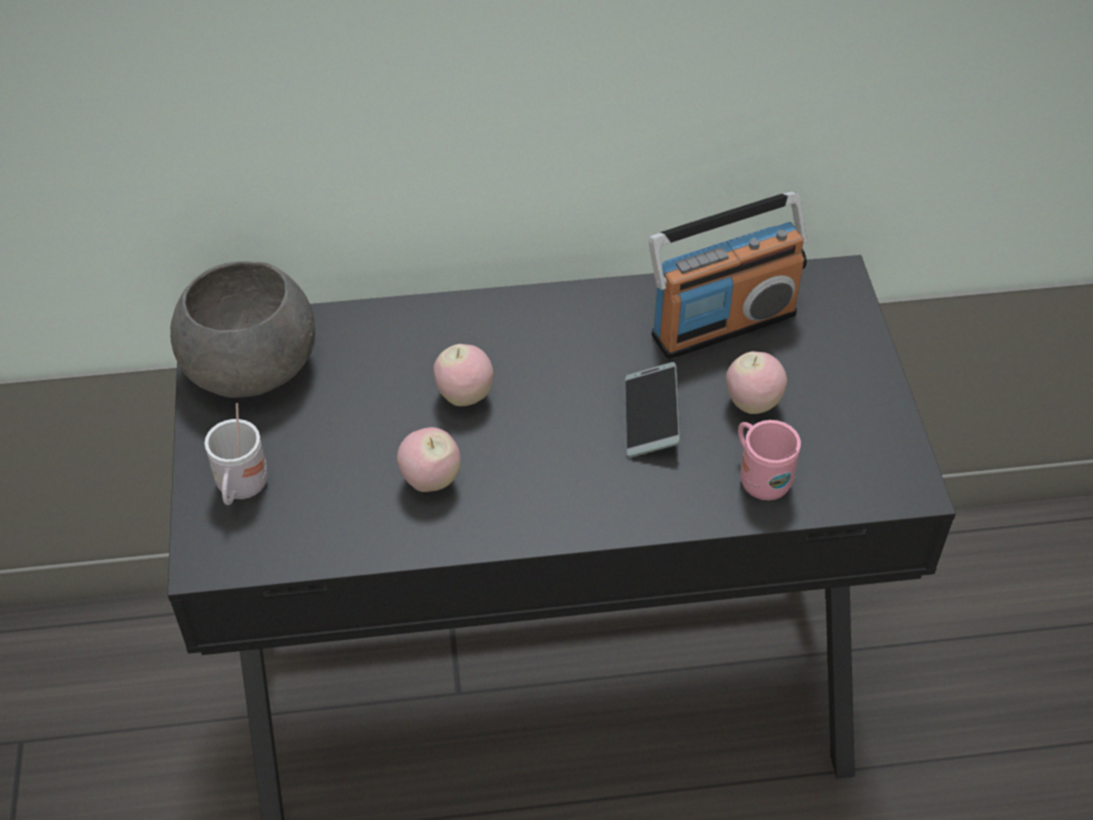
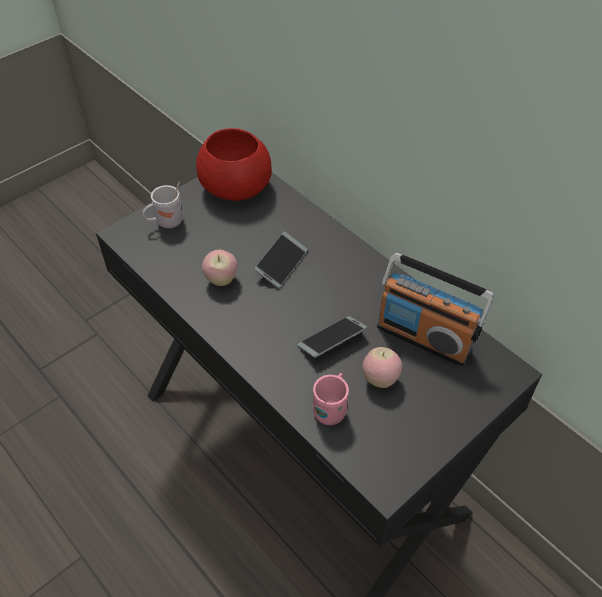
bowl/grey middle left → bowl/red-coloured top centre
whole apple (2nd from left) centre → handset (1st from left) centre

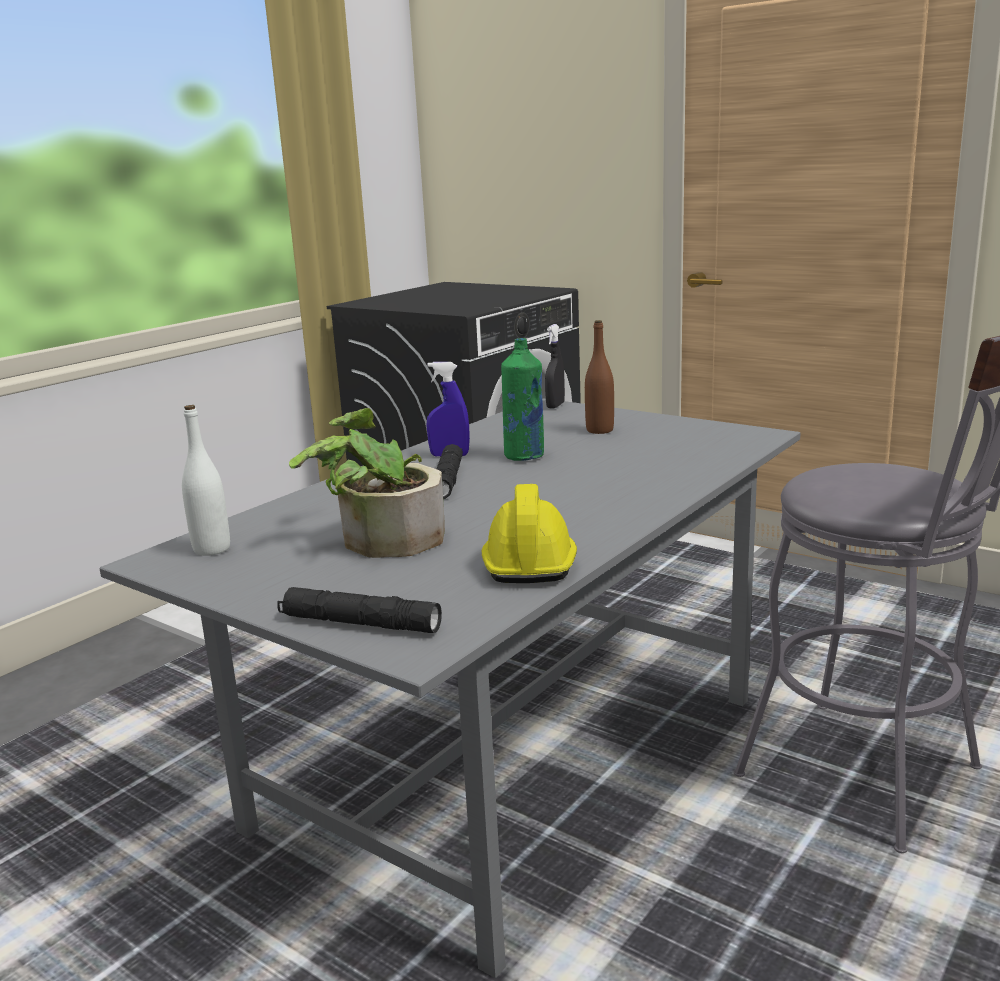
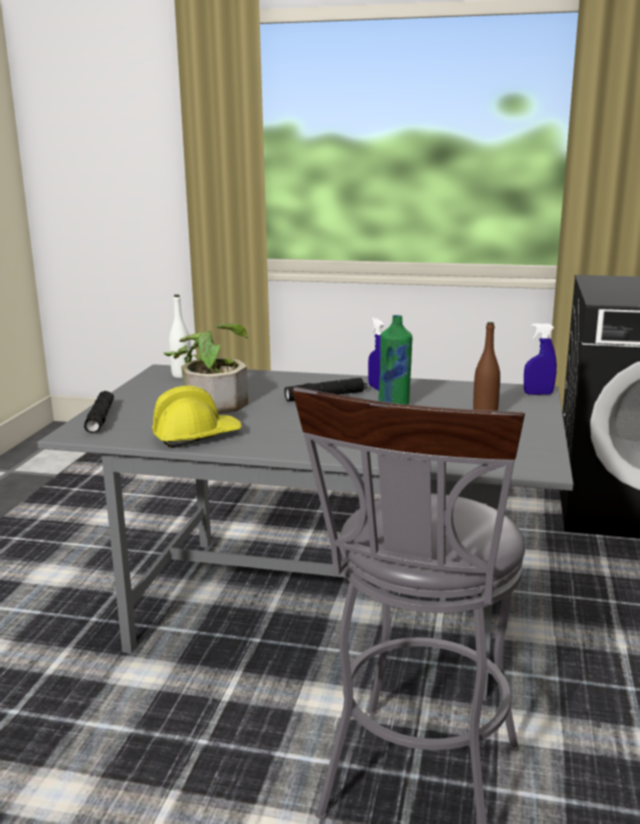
sprayer/blackish centre → sprayer/blue (2nd from left) middle right

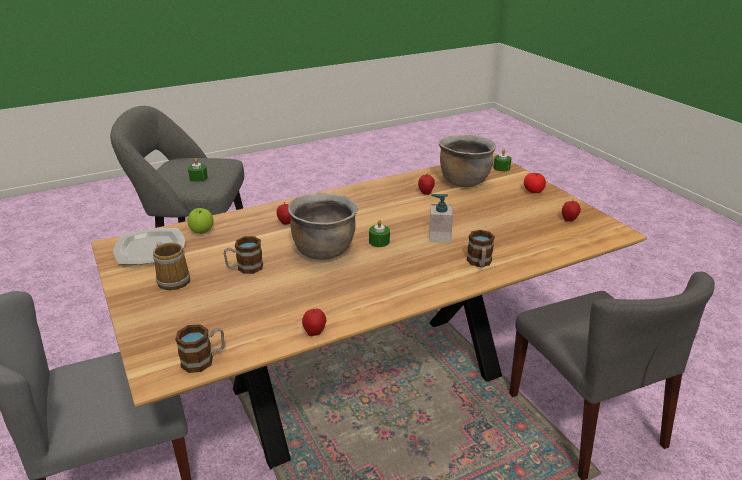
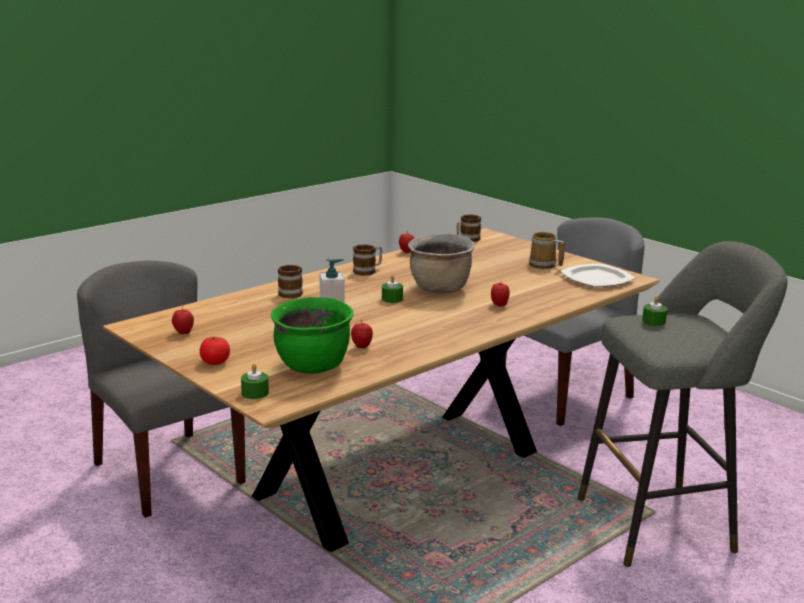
stockpot/brown-coloured (2nd from left) centre → stockpot/green centre
mug (3rd from left in the first image) middle left → mug (2nd from left) centre, move
whole apple (1st from left) middle left → -

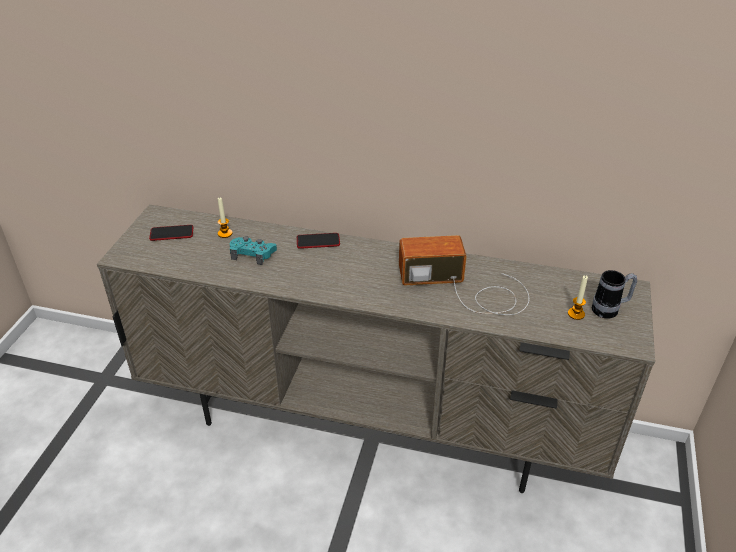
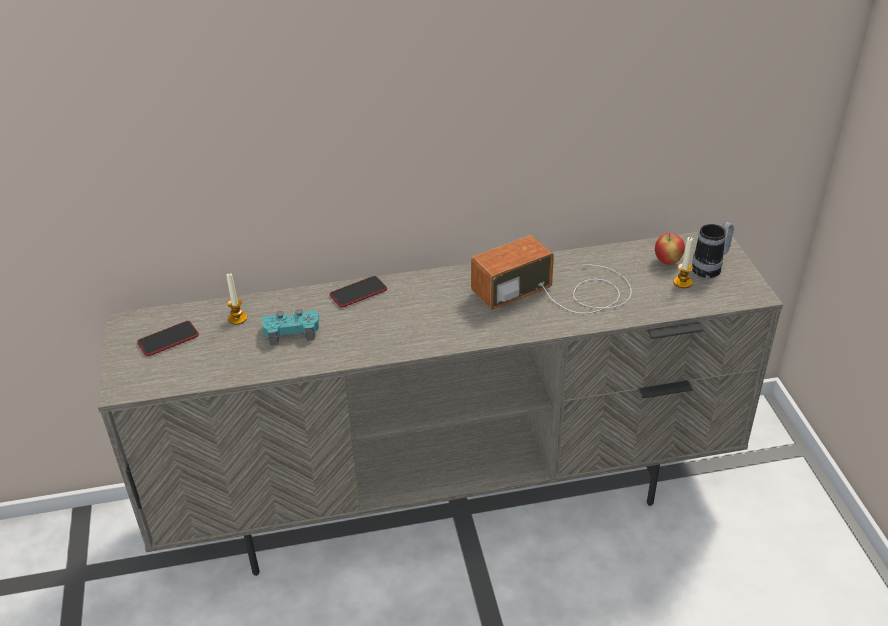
- → whole apple middle right

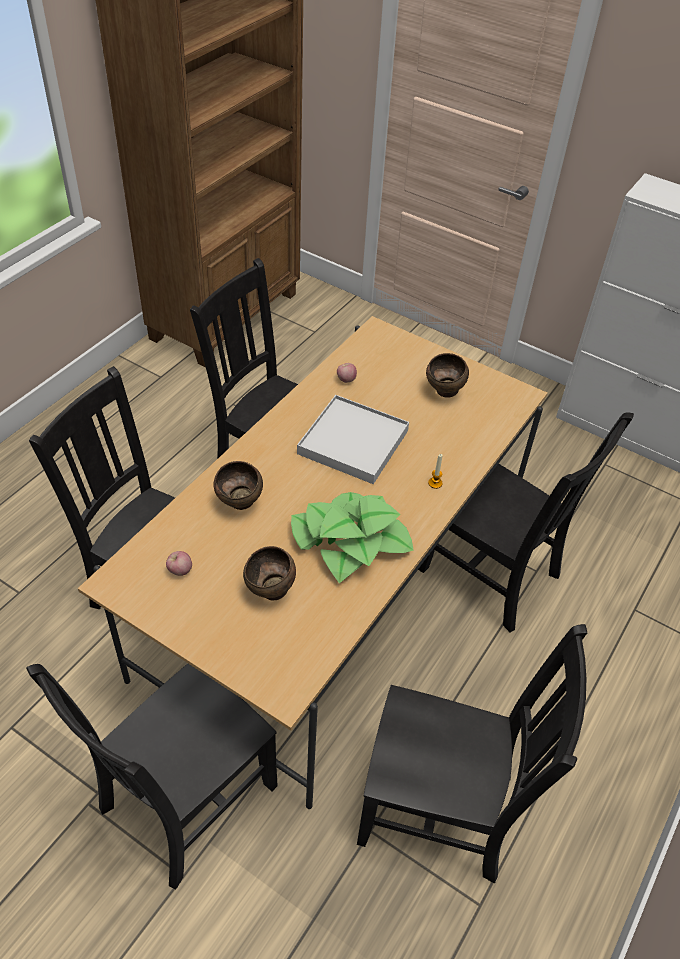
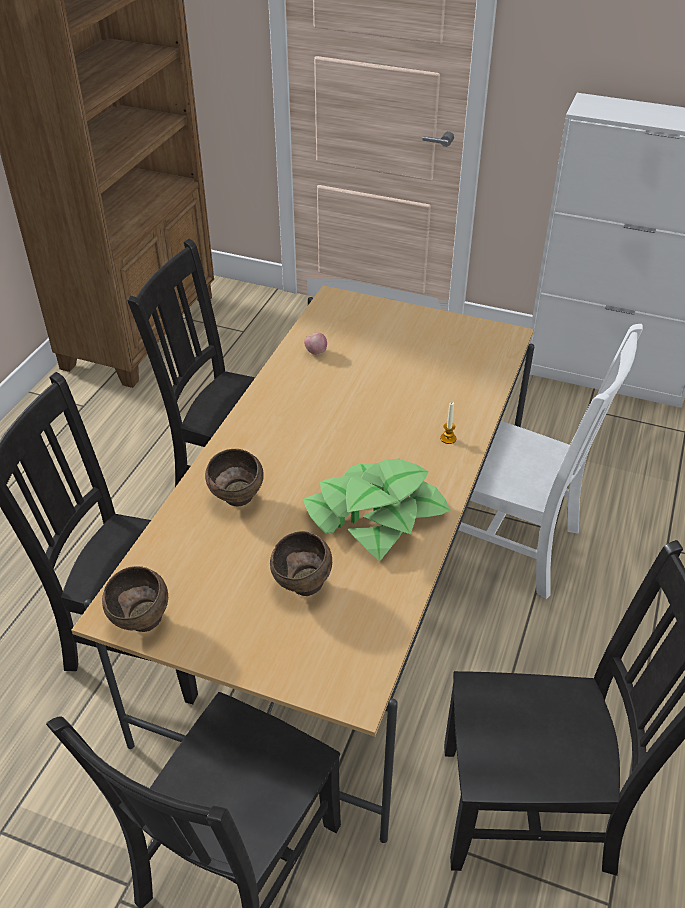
bowl/brown-coloured (3rd from left in the first image) centre → bowl/brown-coloured (1st from left) middle left, move
plain chair/blackish (5th from left) middle right → plain chair/whitish middle right
whole apple (1st from left) middle left → -
serving tray/whitish centre → -

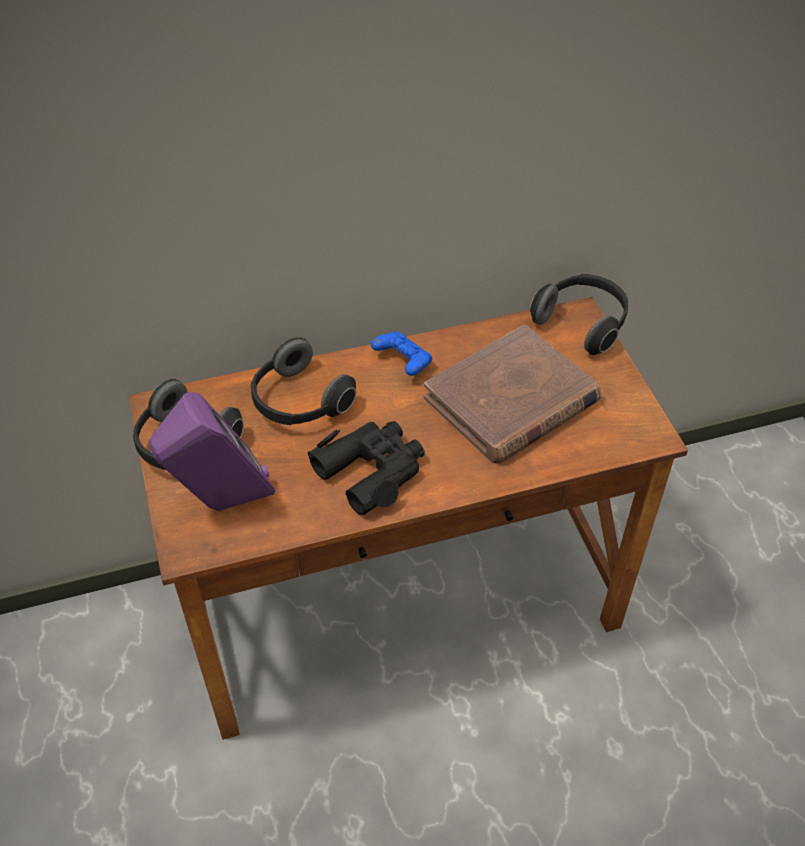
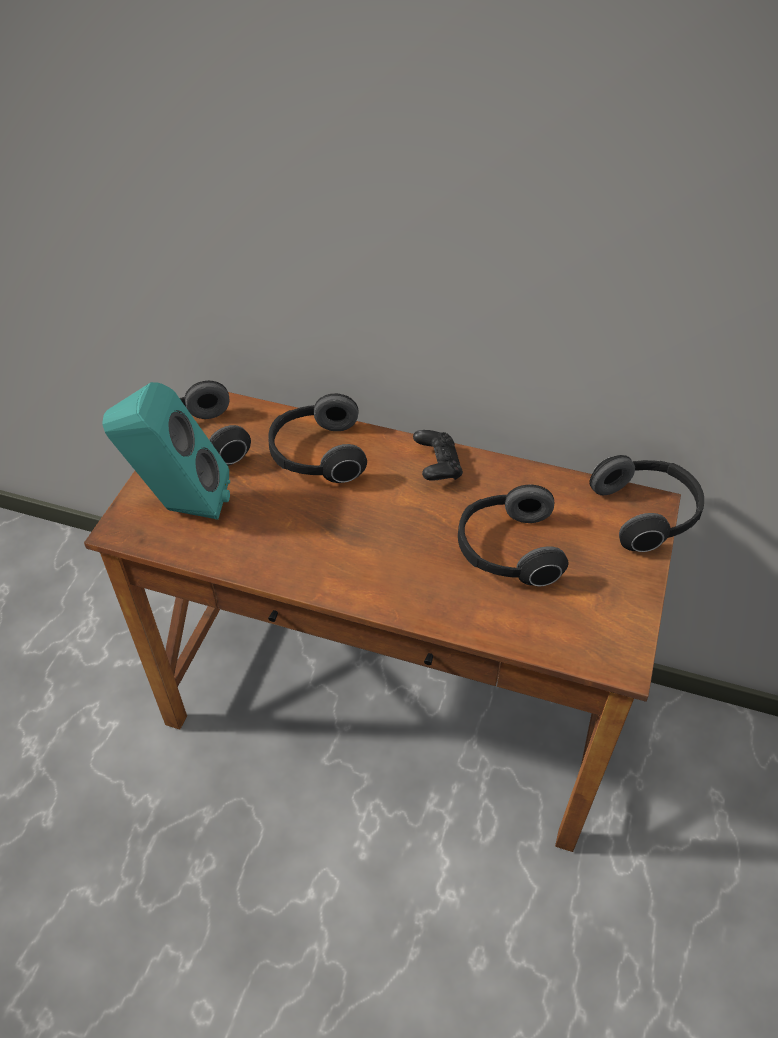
speaker/purple middle left → speaker/turquoise-coloured middle left
gamepad/blue centre → gamepad/blackish centre
book/brown-coloured centre → headphones (3rd from left) centre
pair of binoculars/blackish centre → -

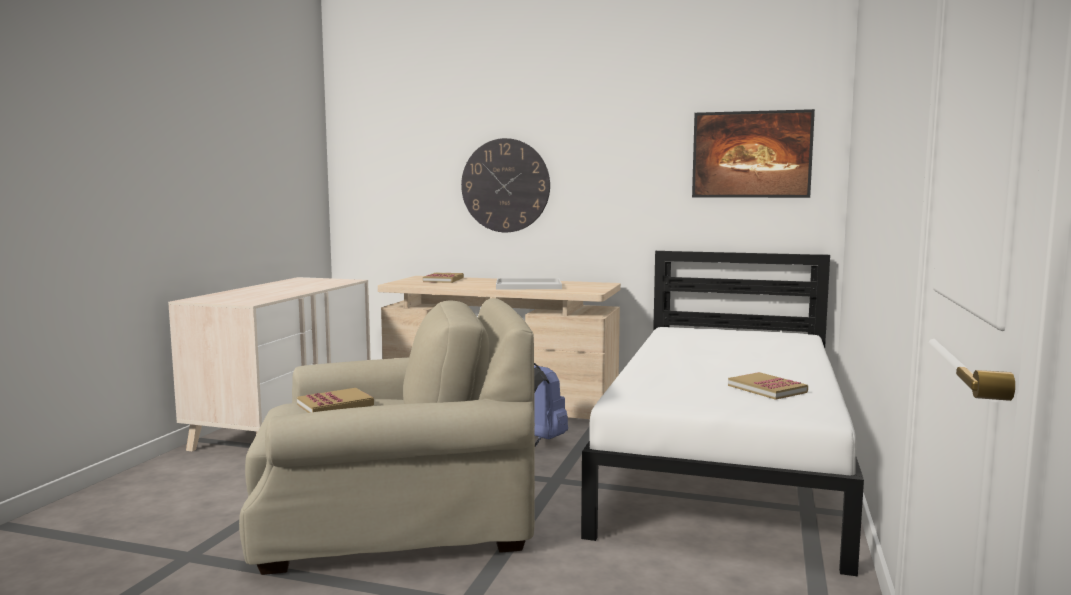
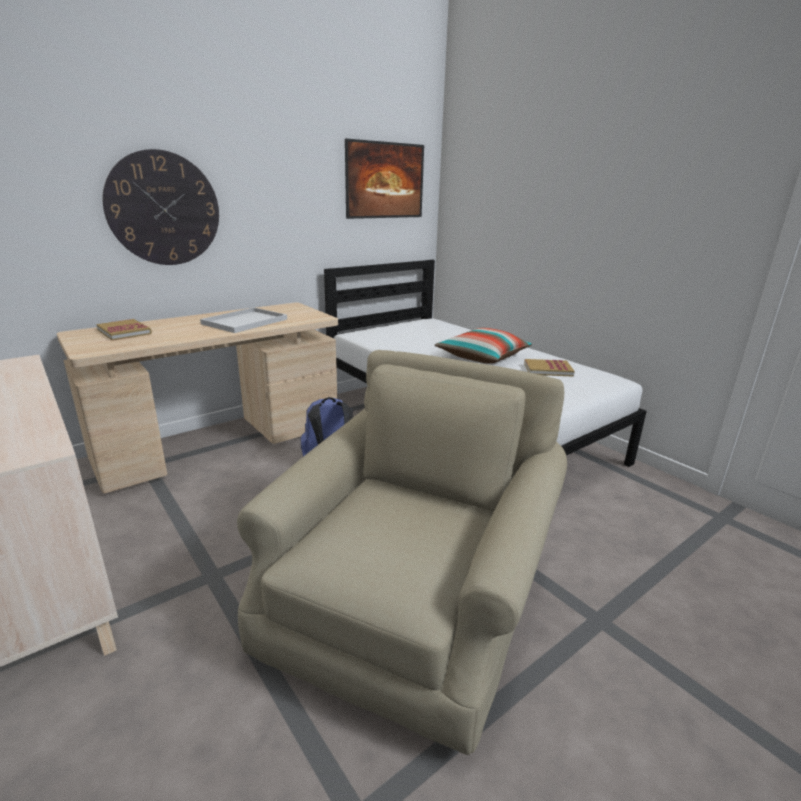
- → pillow centre
book (1st from left) bottom left → -

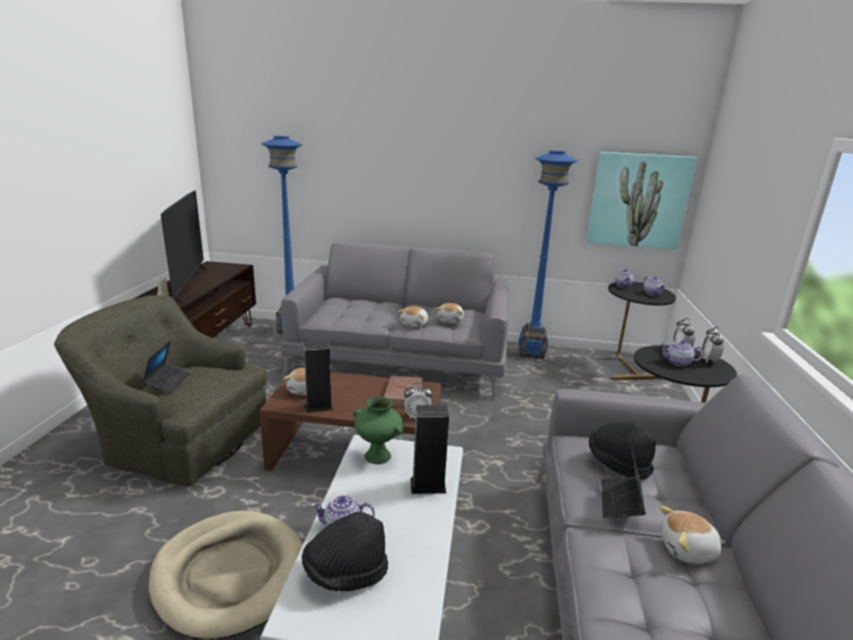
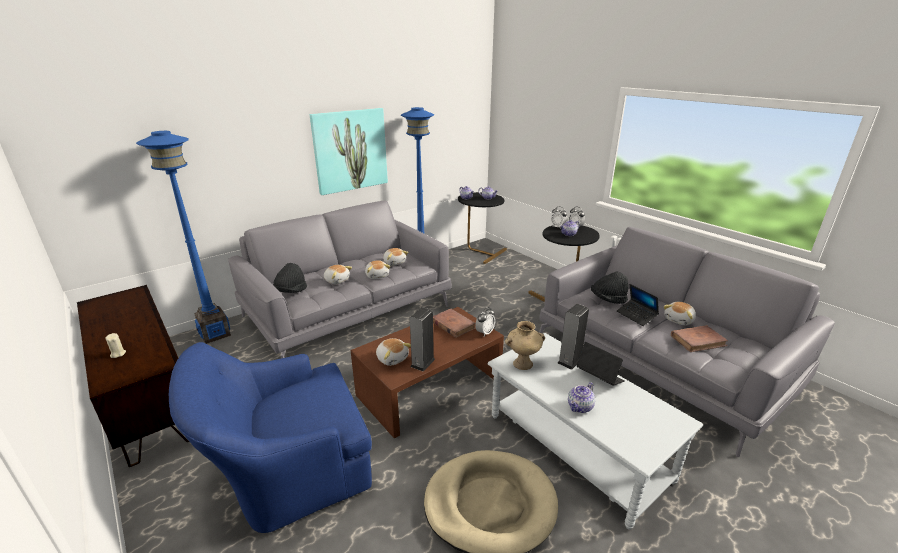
lounge chair/green middle left → lounge chair/blue bottom left
hat/blackish (1st from left) bottom centre → hat/blackish (1st from left) middle left, move
wall art top right → wall art top centre, move
- → cuddly toy (1st from left) centre
vase/green bottom centre → vase/beige-coloured centre
notebook computer (1st from left) middle left → notebook computer (1st from left) middle right, move
- → book/brown-coloured (2nd from left) middle right
TV middle left → -

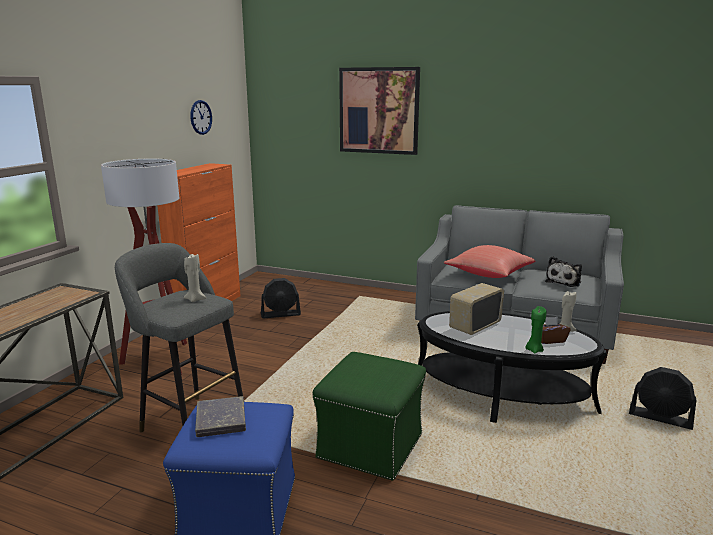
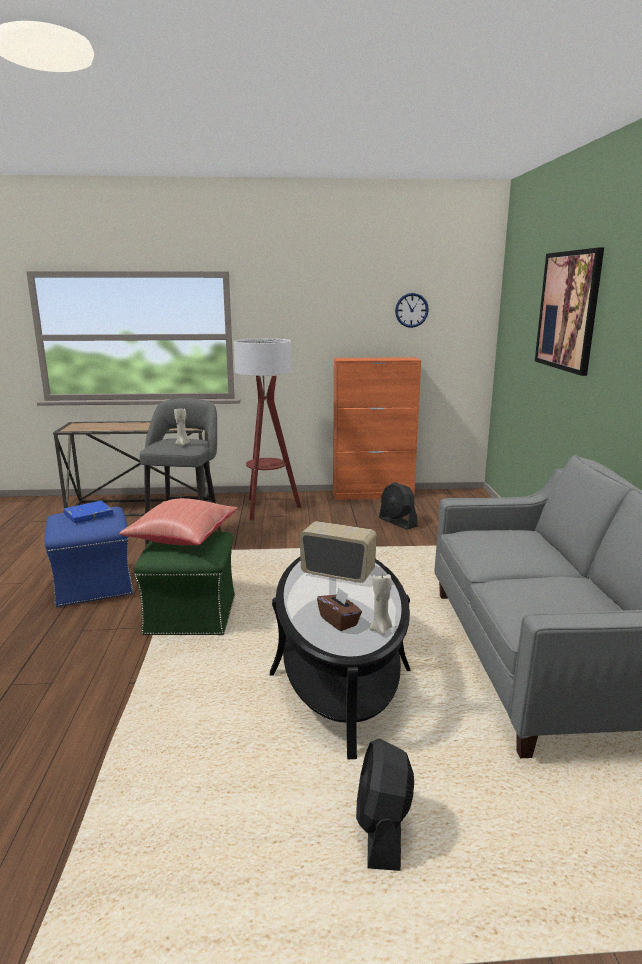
book/grey bottom left → book/blue middle left
pillow/red-coloured middle right → pillow/red-coloured middle left, move
wax candle/green middle right → -
cuddly toy middle right → -

